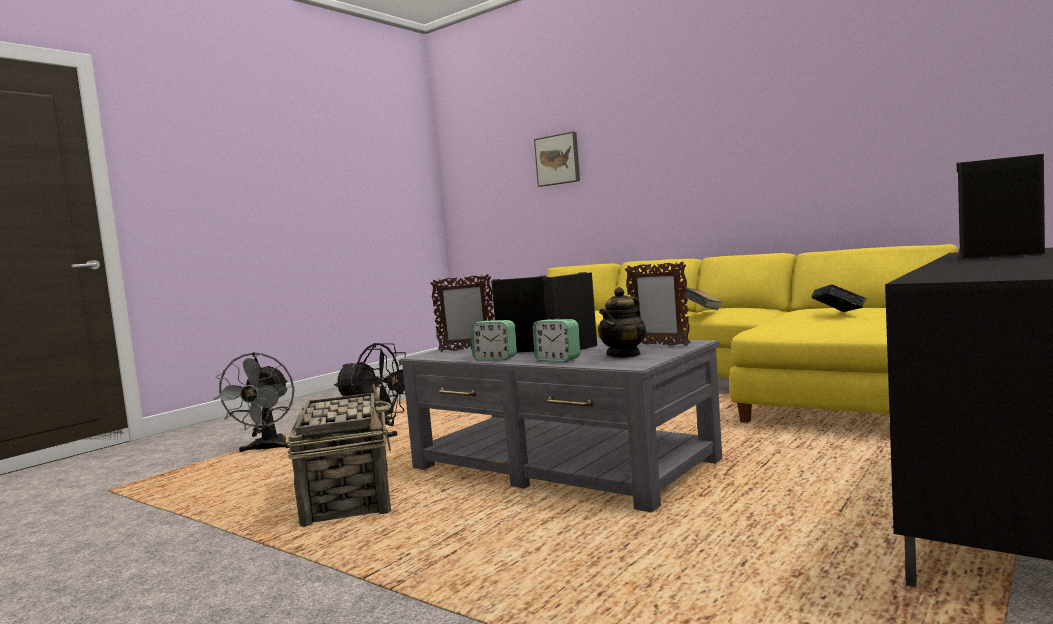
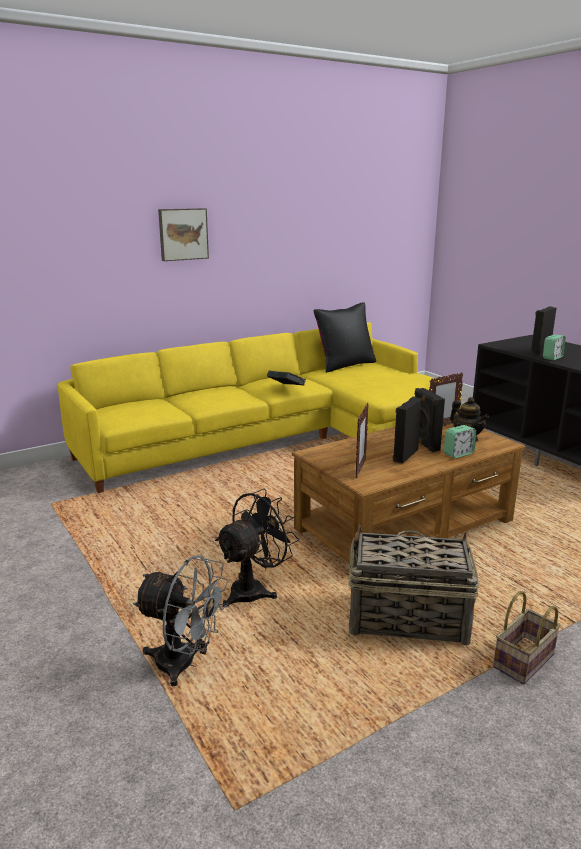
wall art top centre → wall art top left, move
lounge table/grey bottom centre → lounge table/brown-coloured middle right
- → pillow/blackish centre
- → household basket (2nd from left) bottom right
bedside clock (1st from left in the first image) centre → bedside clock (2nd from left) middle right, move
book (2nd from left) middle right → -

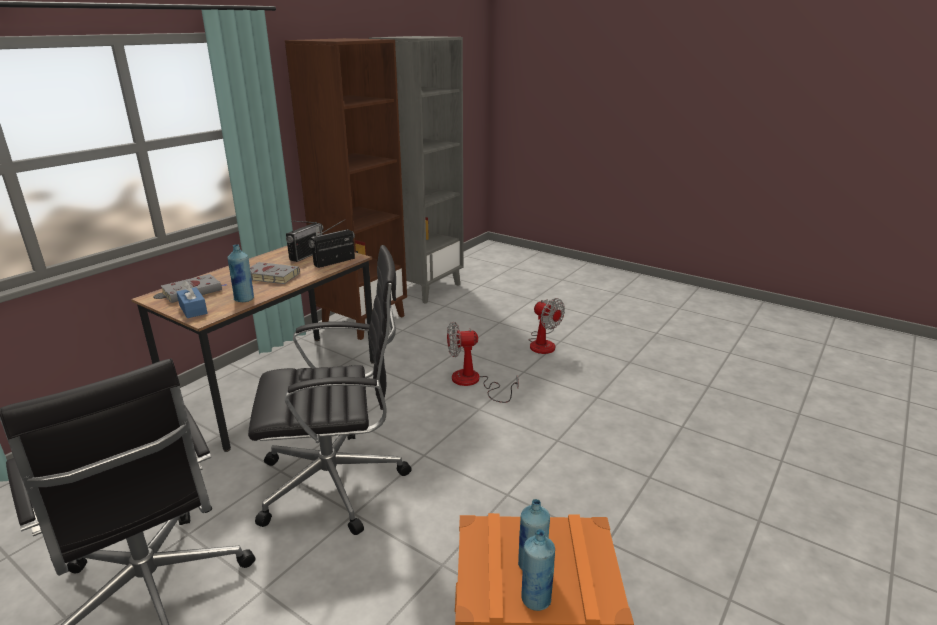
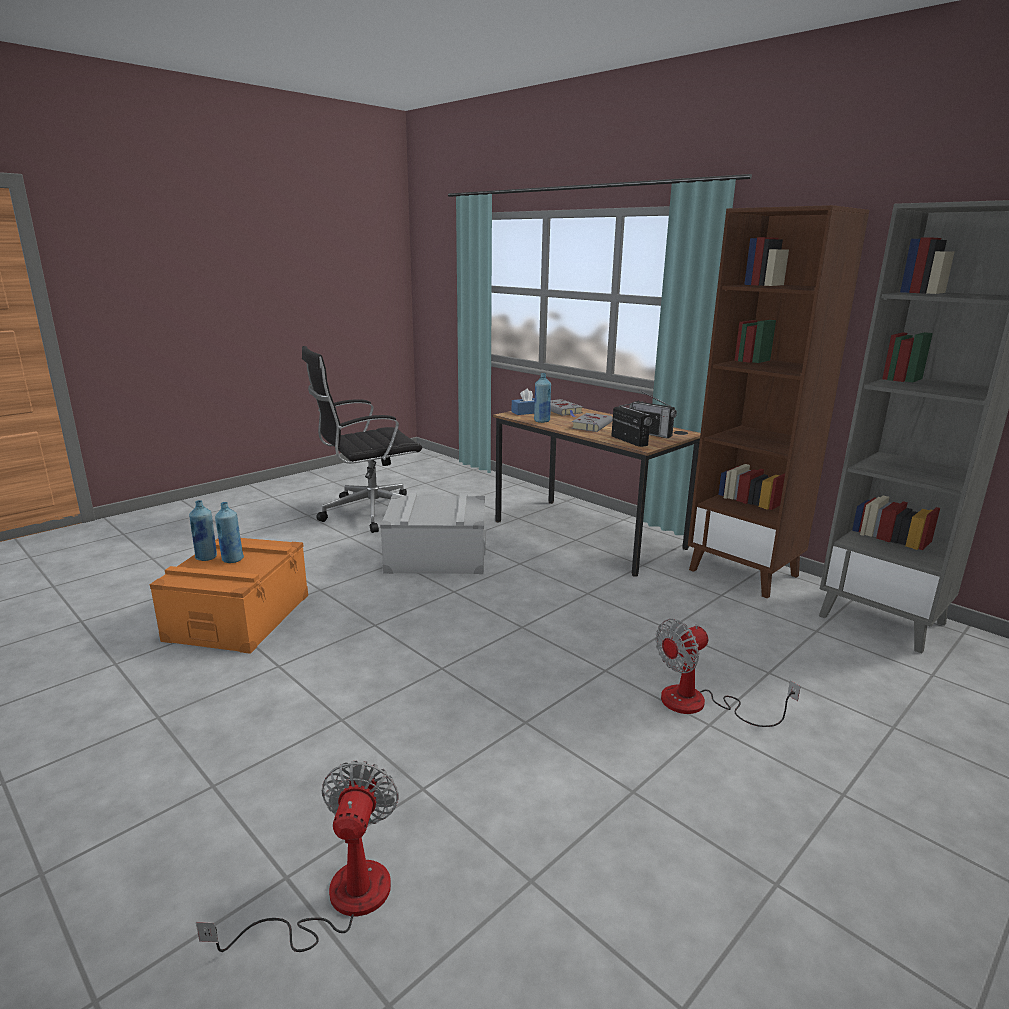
electric fan (1st from left) centre → electric fan (1st from left) bottom left, move
computer chair/blackish (2nd from left) centre → storage container/grey centre

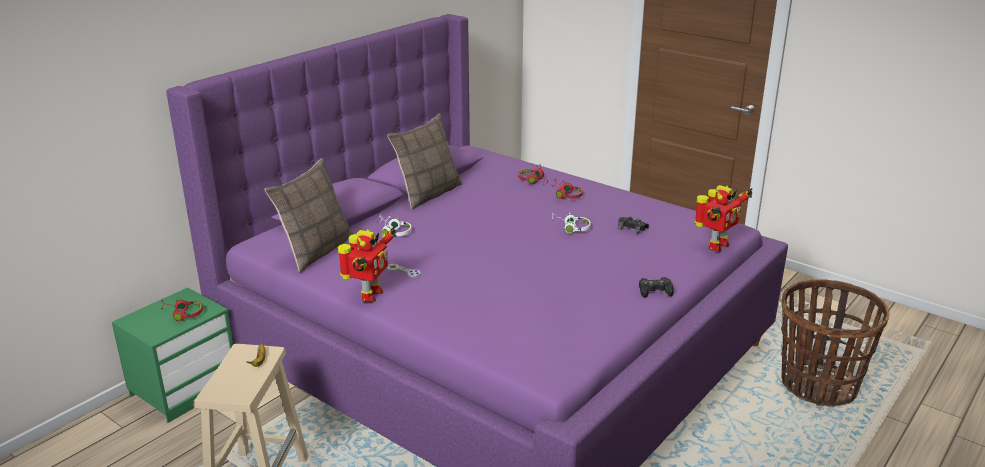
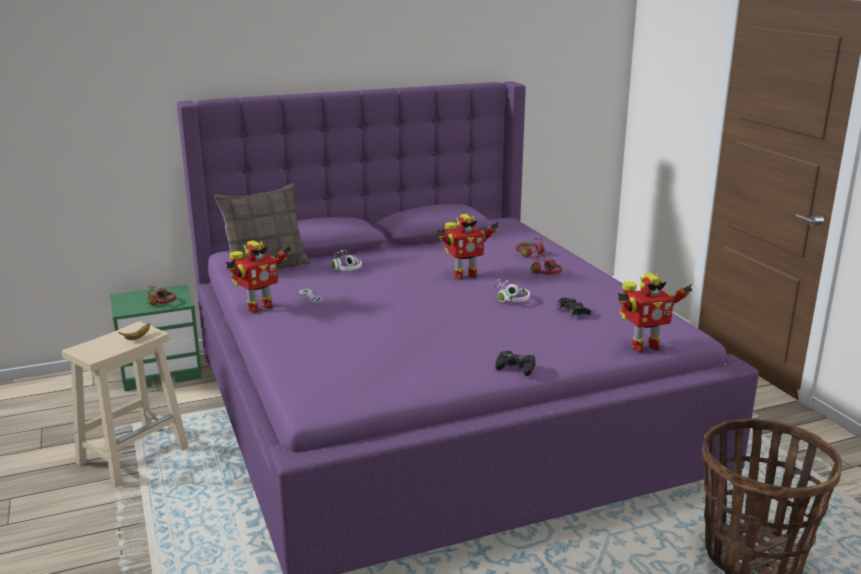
- → model robot (2nd from left) centre
pillow (2nd from left) centre → -

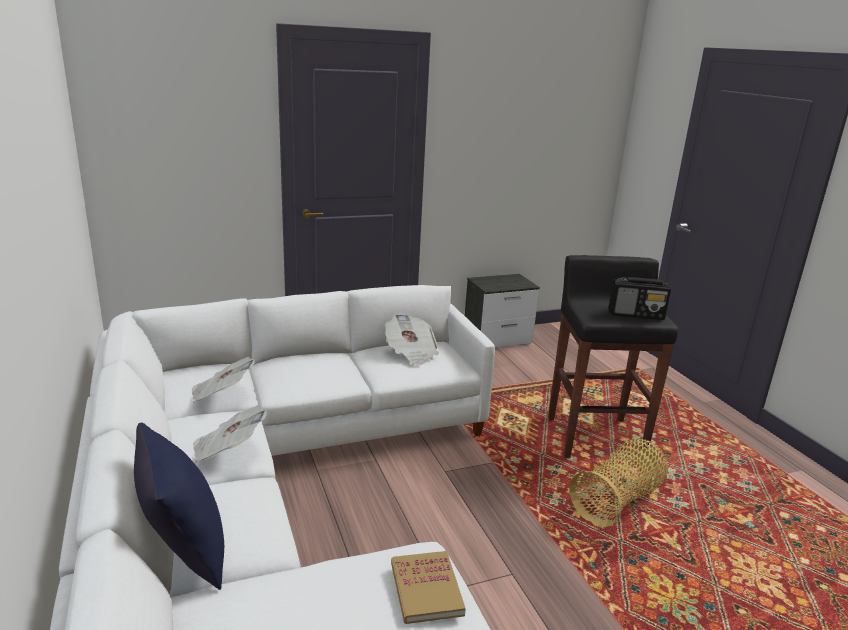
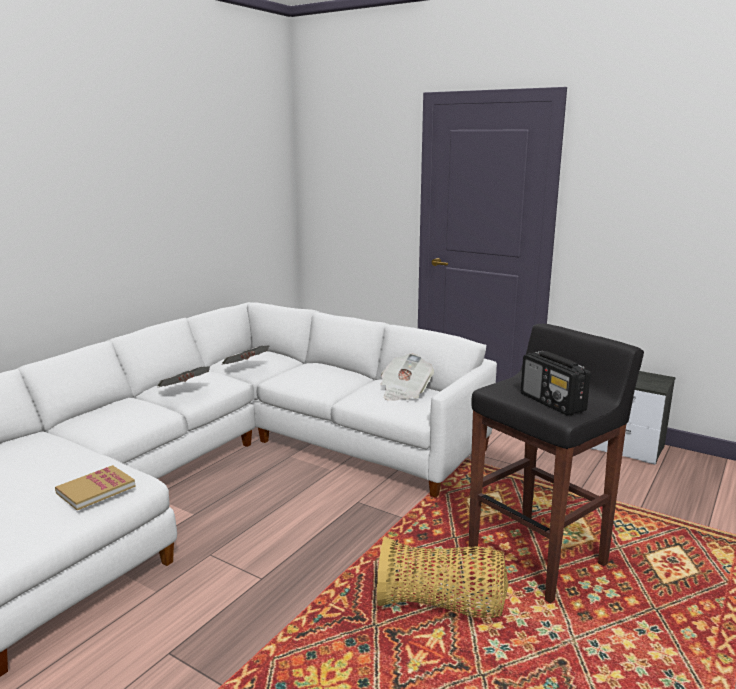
pillow/blue bottom left → -

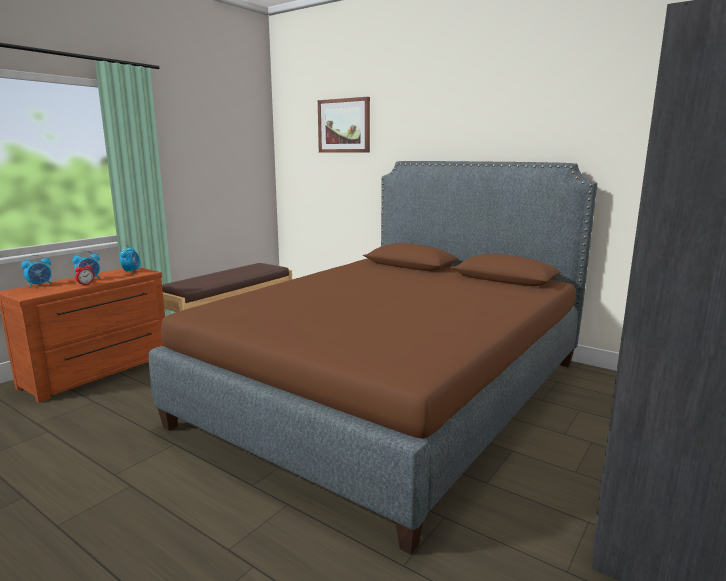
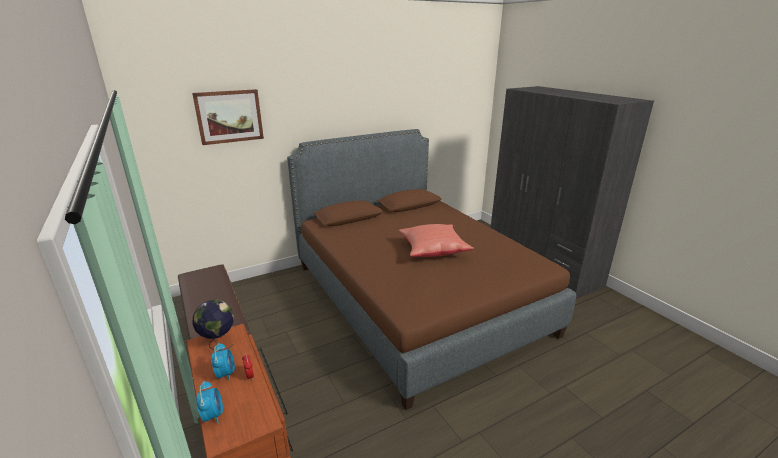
bedside clock (4th from left) middle left → world globe bottom left
- → pillow/red-coloured centre

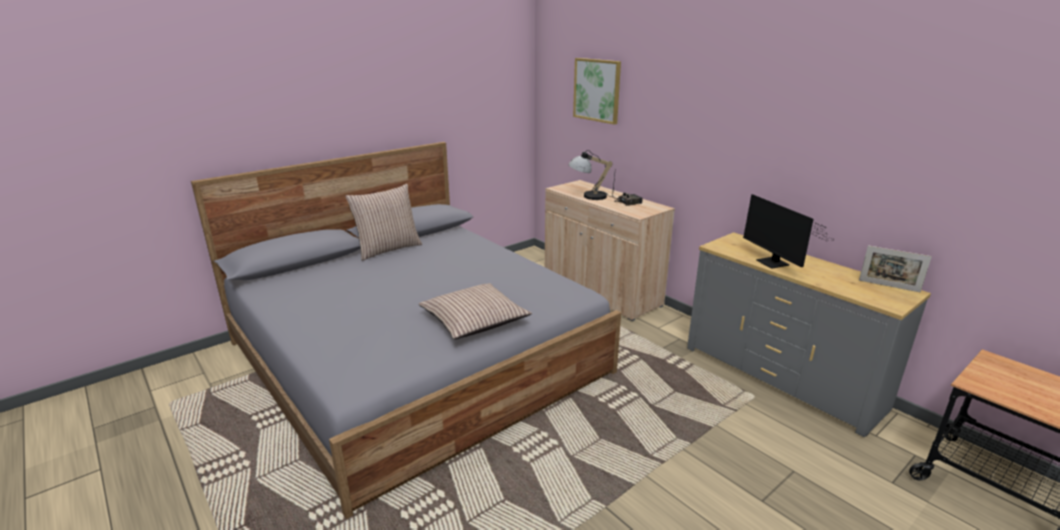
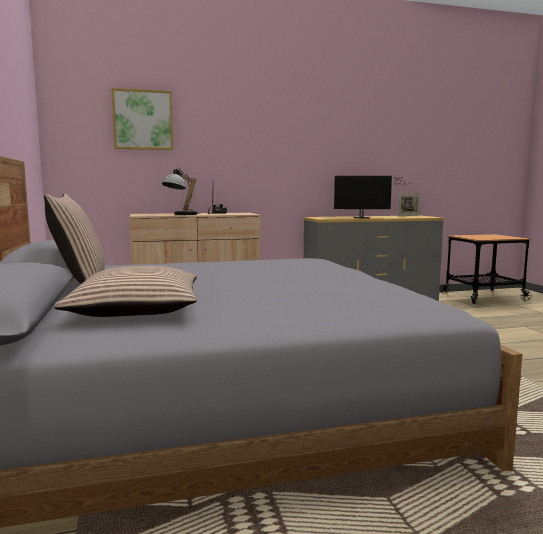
pillow (2nd from left) centre → pillow (2nd from left) middle left, move

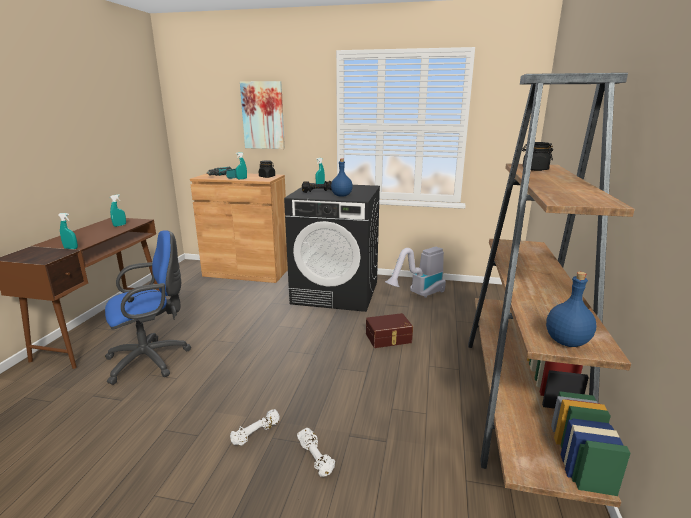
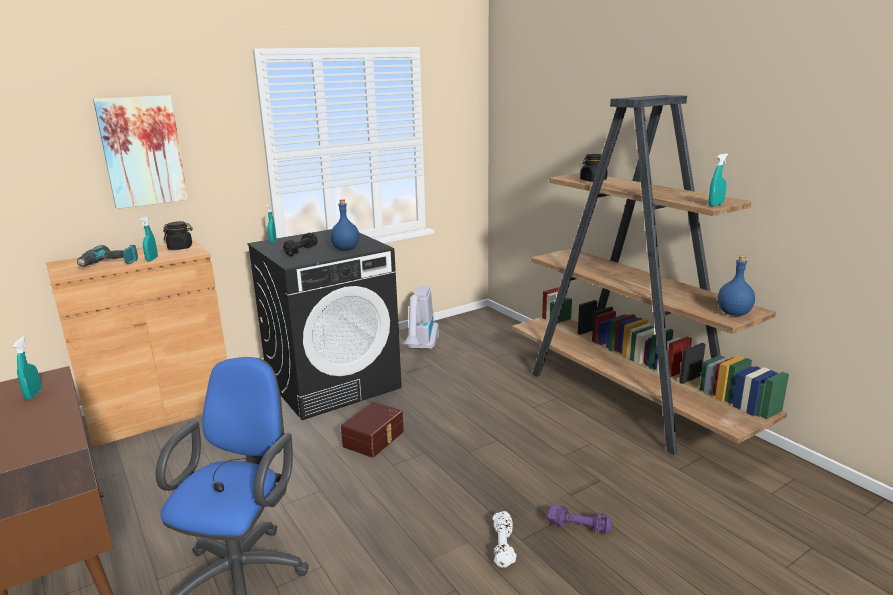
storage container/brown-coloured centre → storage container/brown-coloured bottom centre, move
free weight/whitish (2nd from left) bottom centre → free weight/purple bottom centre
sprayer/turquoise-coloured (1st from left in the first image) middle left → sprayer/turquoise-coloured (4th from left) top right, move

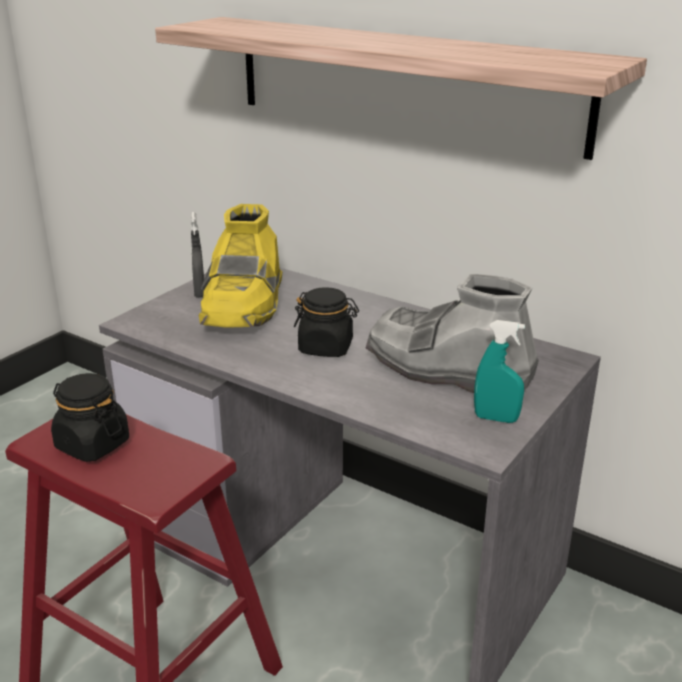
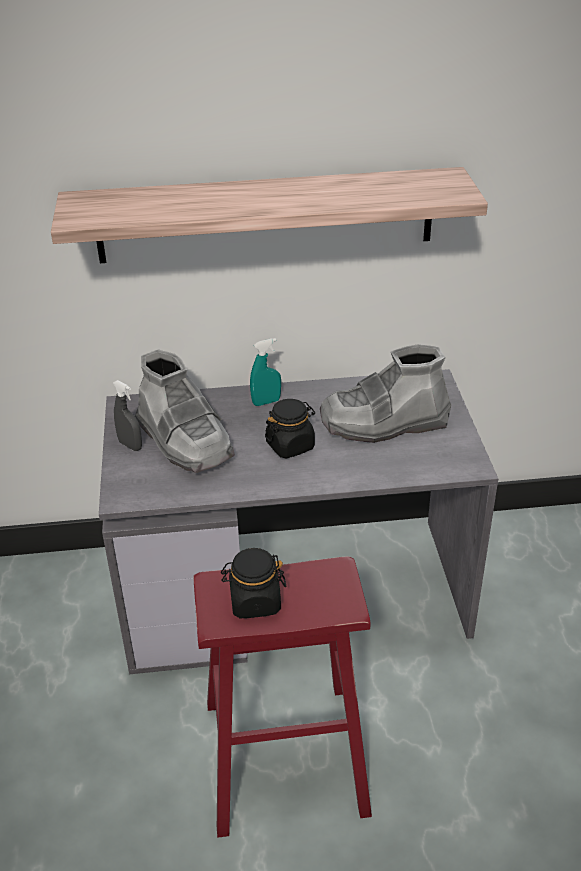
boot/yellow centre → boot/grey (1st from left) middle left
sprayer/turquoise-coloured middle right → sprayer/turquoise-coloured centre, move

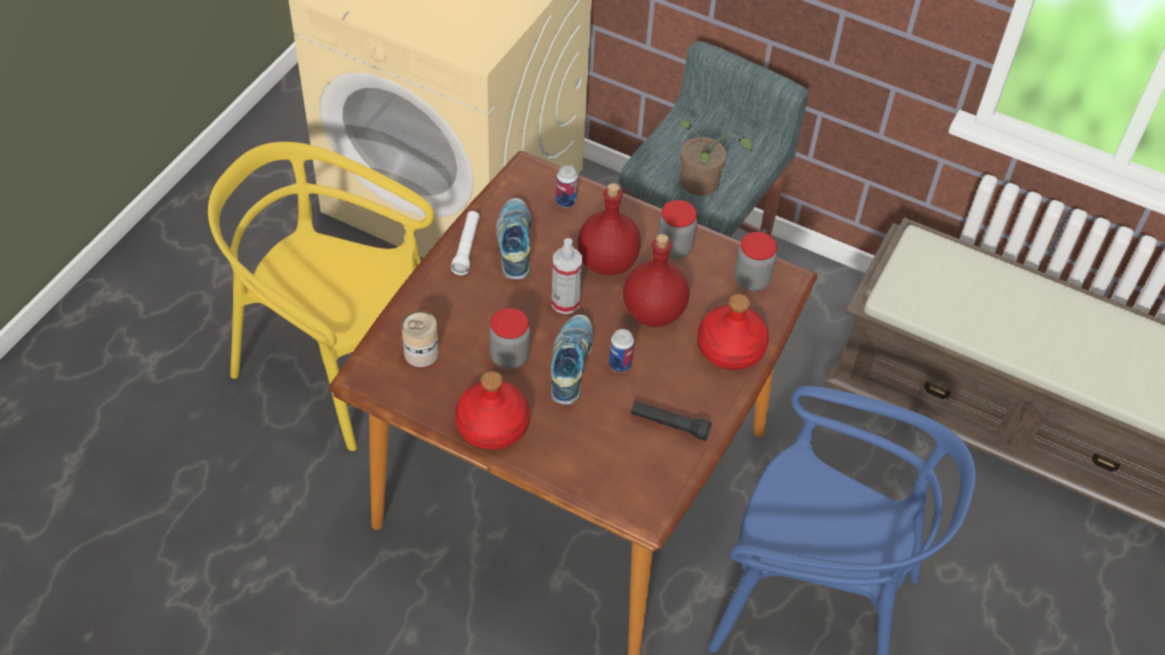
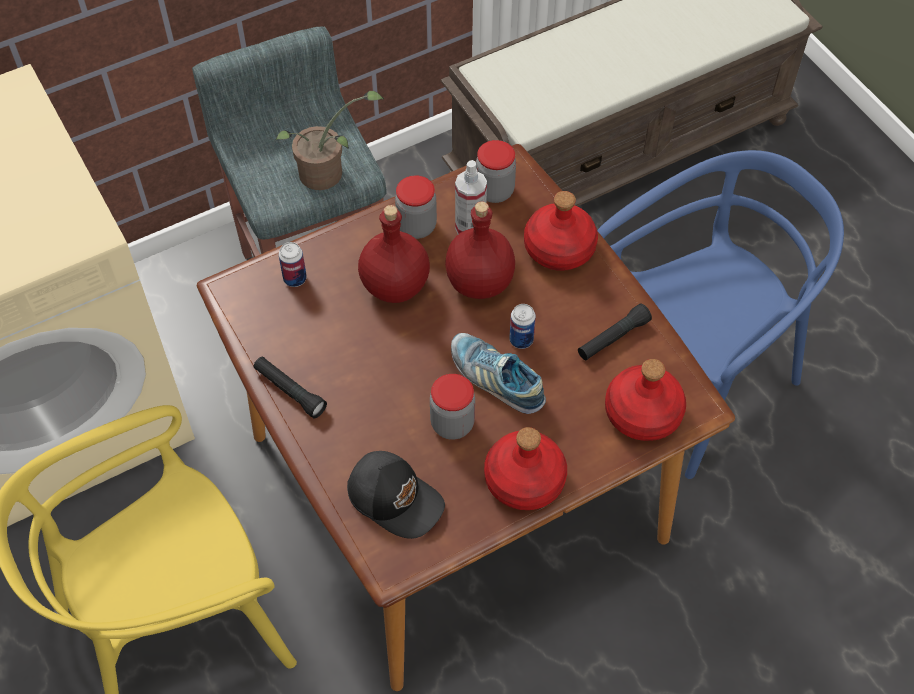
hand torch/whitish centre → hand torch/blackish (1st from left) middle left
can (1st from left) centre → peaked cap/blackish bottom centre
sprayer centre → sprayer top centre, move
- → beverage bottle/red-coloured (5th from left) middle right
item of footwear (1st from left) centre → -

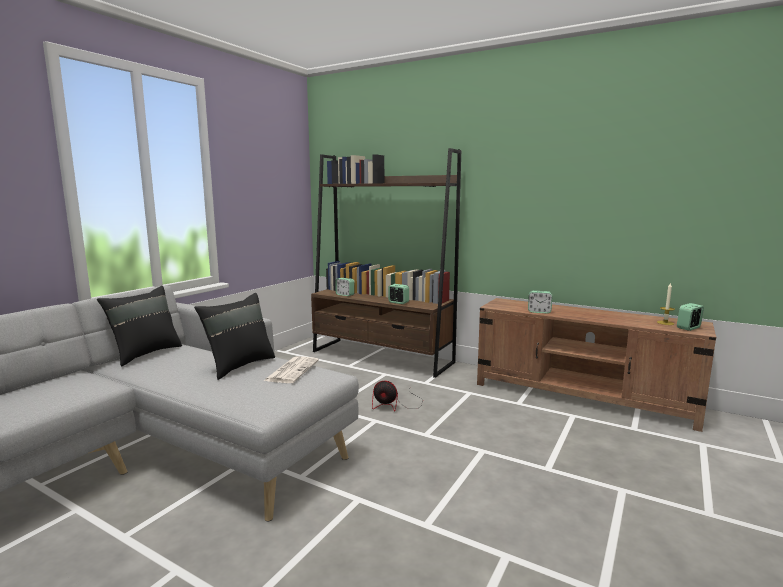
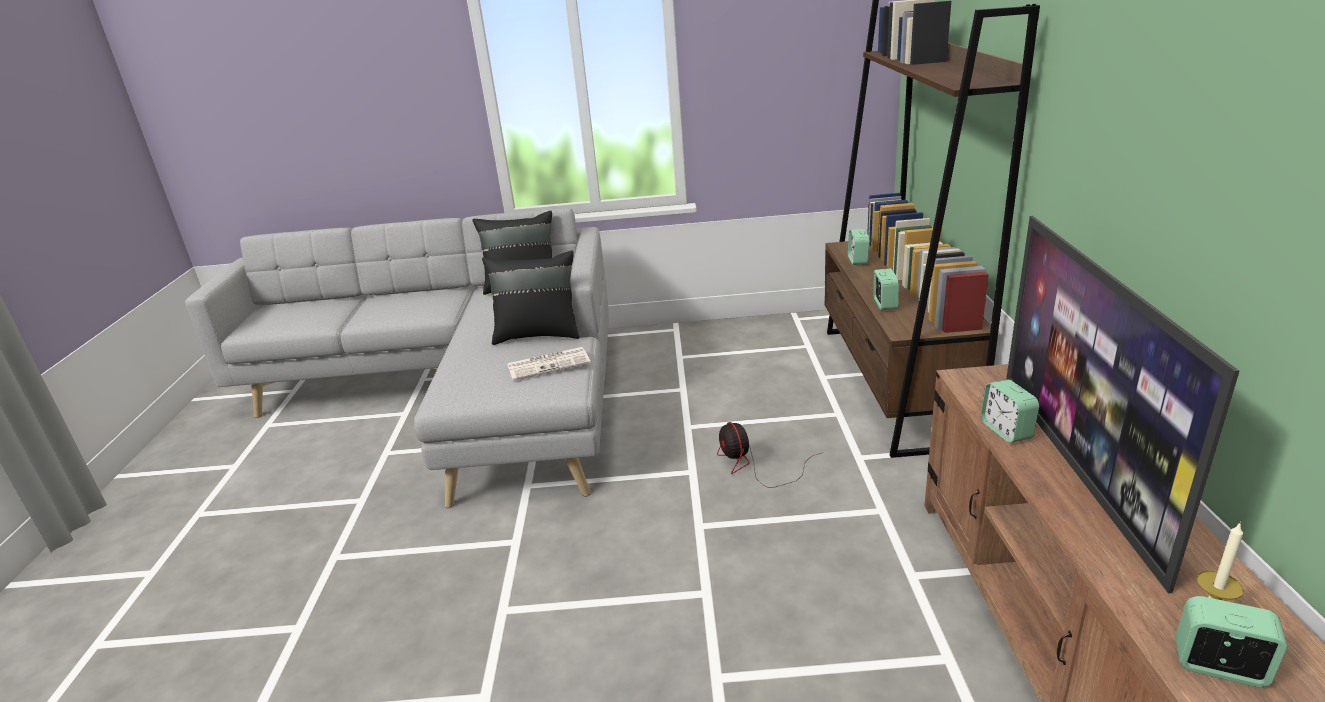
- → TV middle right

